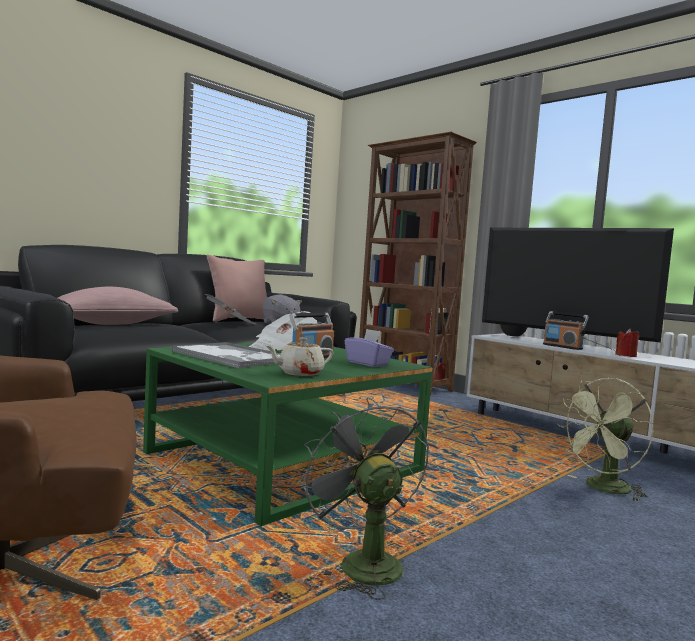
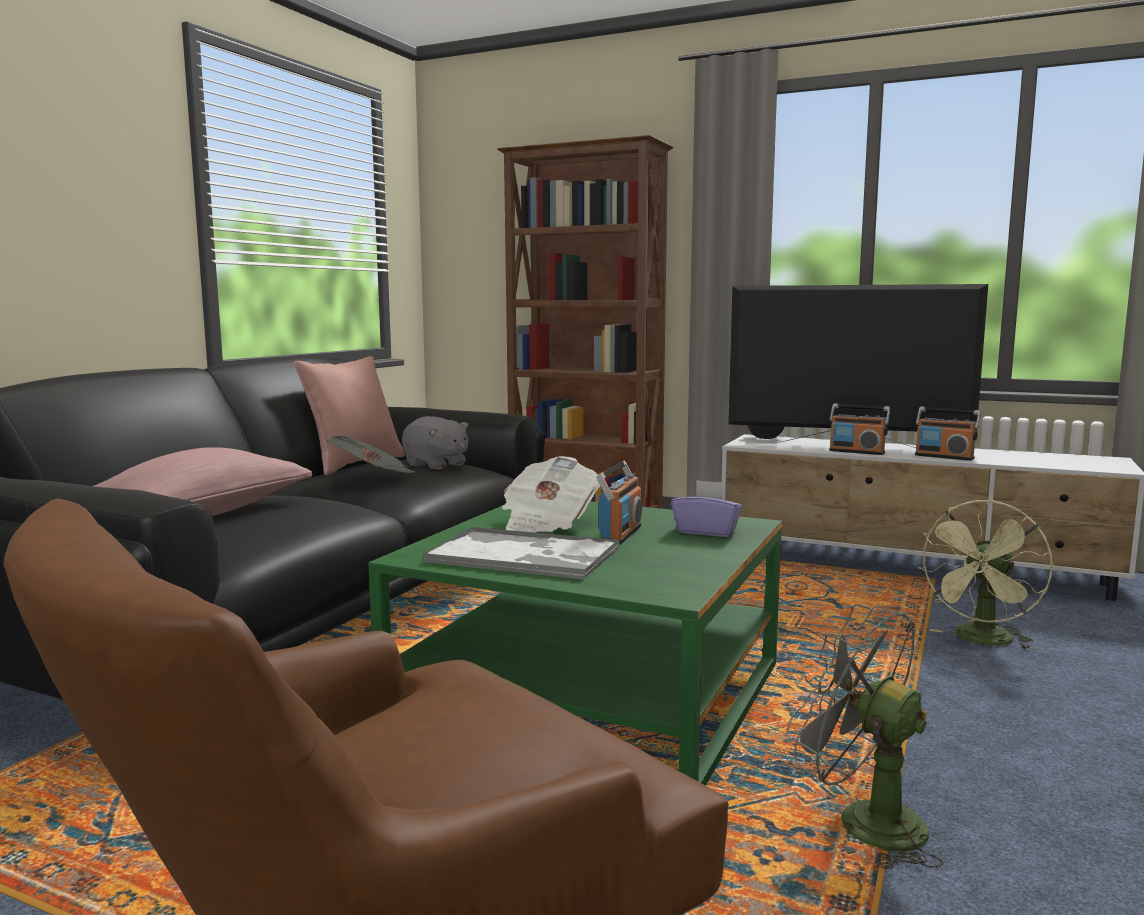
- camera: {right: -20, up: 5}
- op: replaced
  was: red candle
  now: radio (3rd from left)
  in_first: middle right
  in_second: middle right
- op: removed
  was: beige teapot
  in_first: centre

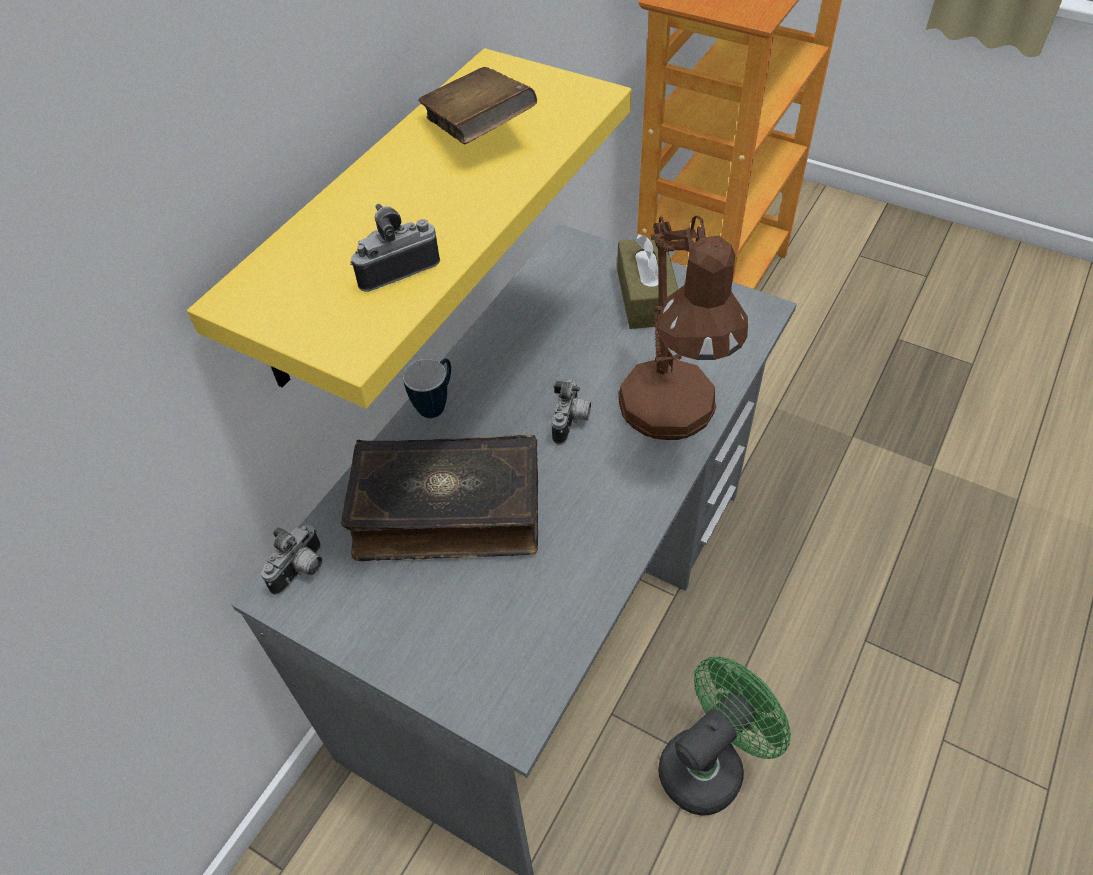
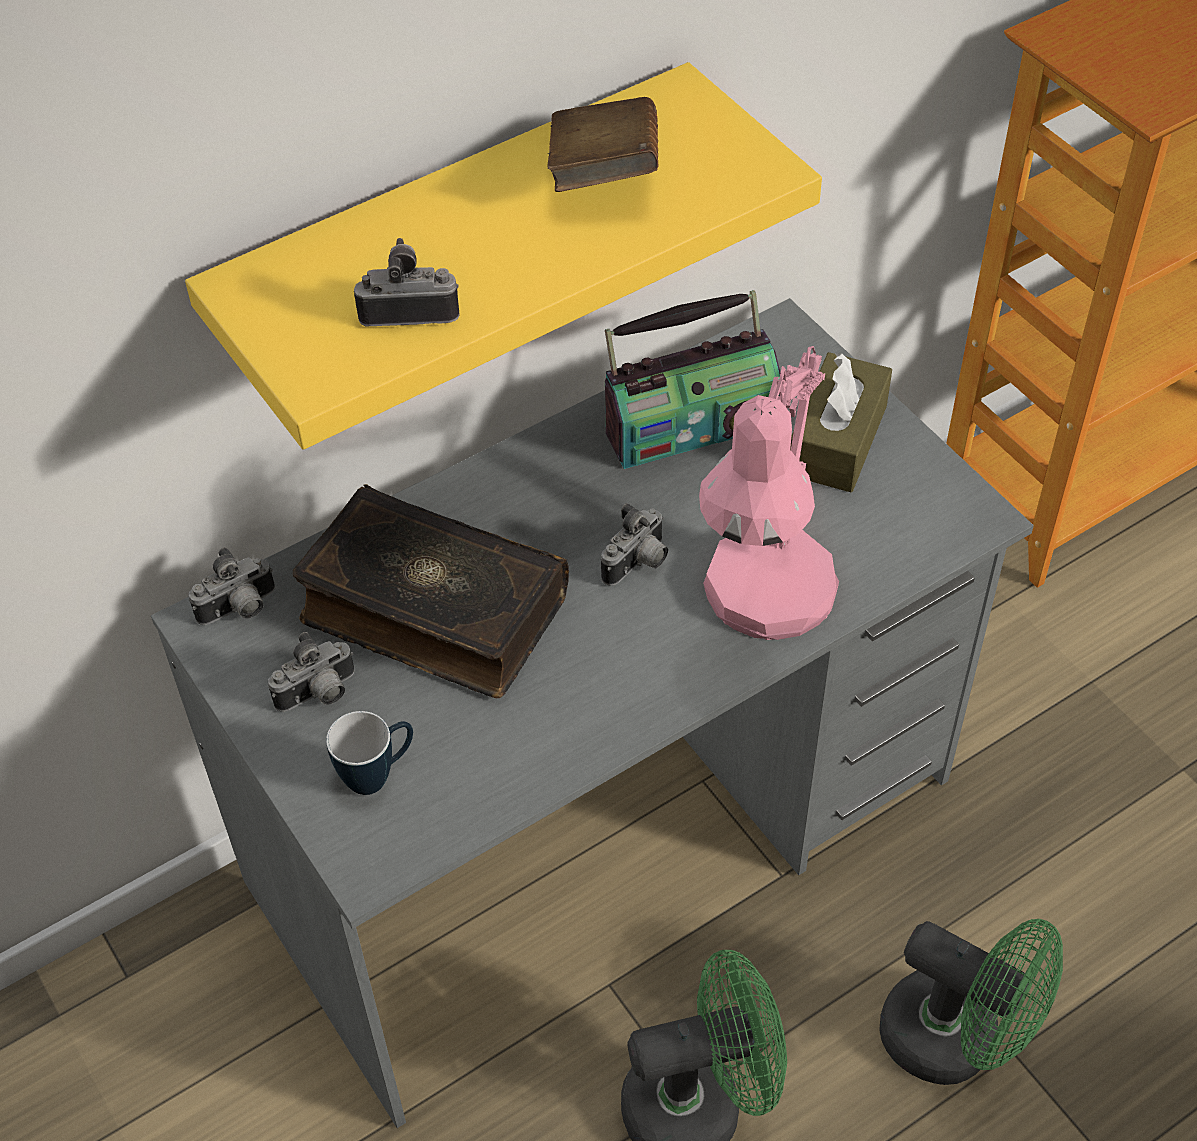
- camera: {right: 25, up: 0}
- op: recoloured
  was: brown table lamp
  now: pink table lamp
  in_first: centre
  in_second: centre
- op: moved
  was: mug
  in_first: centre
  in_second: middle left
- op: added
  now: radio
  in_second: top centre
- op: added
  now: photo camera (2nd from left)
  in_second: middle left
- op: added
  now: green fan (2nd from left)
  in_second: bottom right

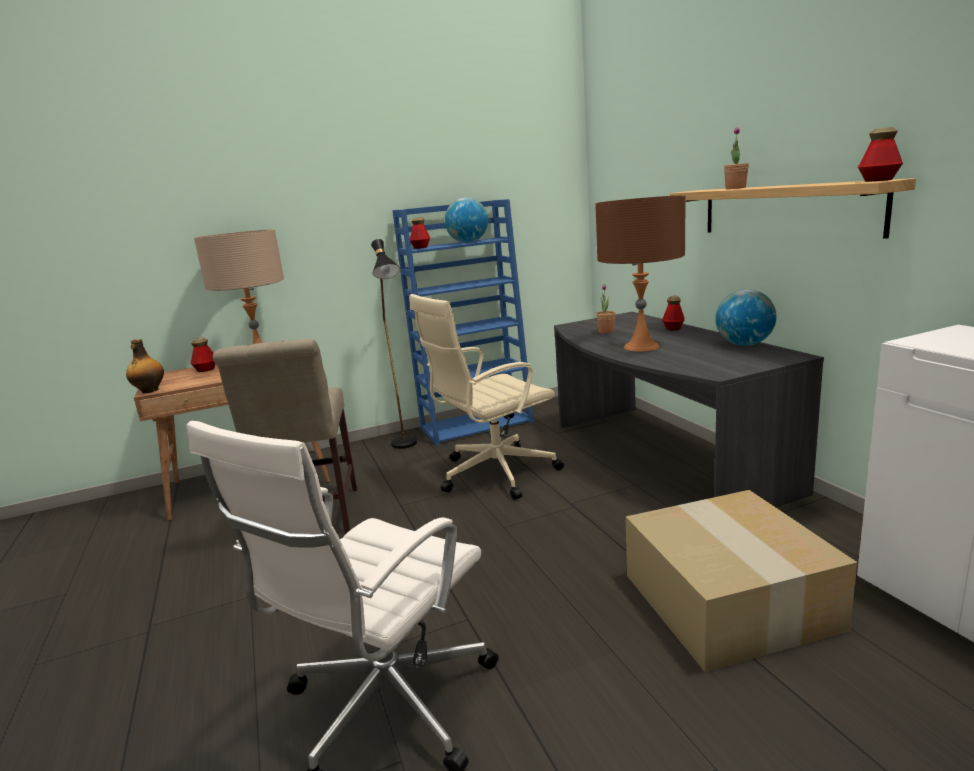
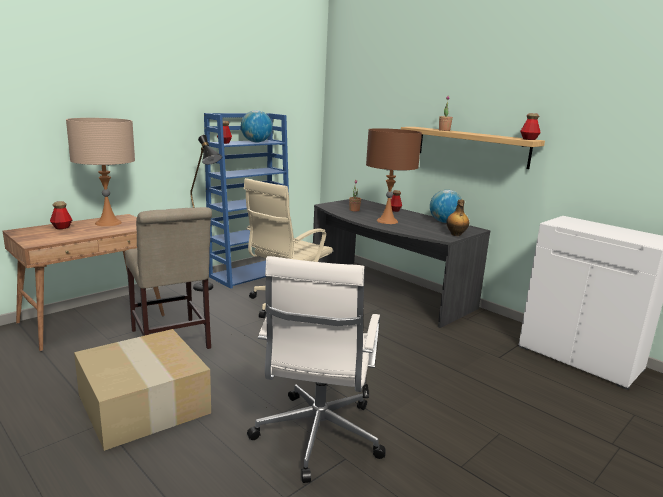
- camera: {right: -25, up: 0}
- op: moved
  was: bottle (1st from left in the first image)
  now: bottle (4th from left)
  in_first: middle left
  in_second: middle right
- op: moved
  was: cardboard box
  in_first: bottom right
  in_second: bottom left

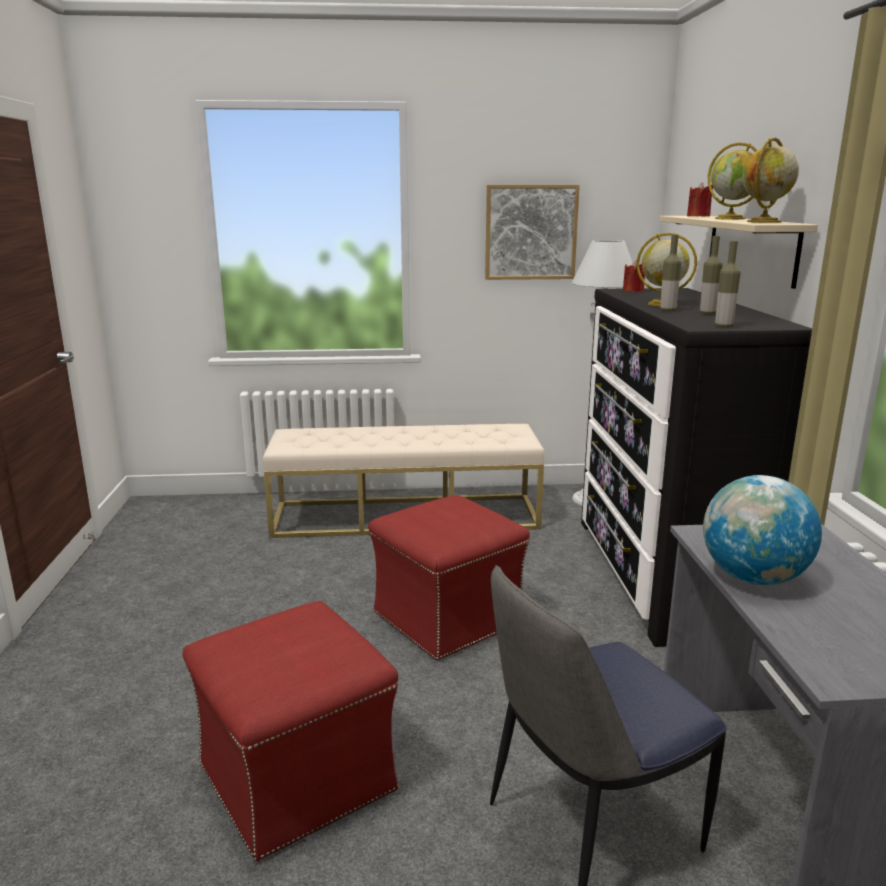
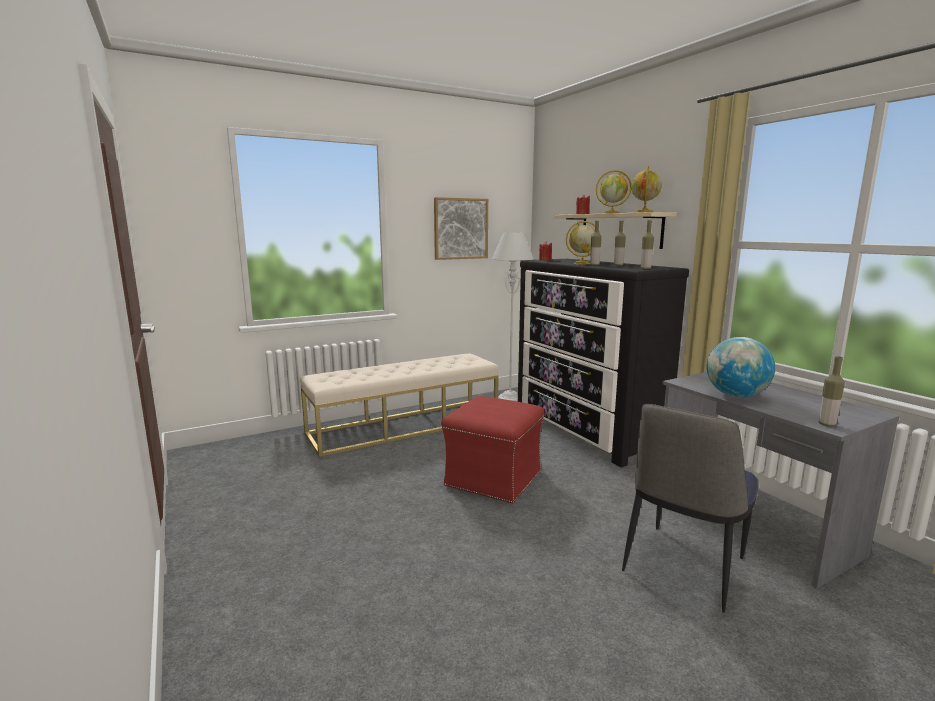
- camera: {right: -25, up: -5}
- op: removed
  was: red ottoman (1st from left)
  in_first: bottom left
- op: added
  now: bottle (4th from left)
  in_second: middle right

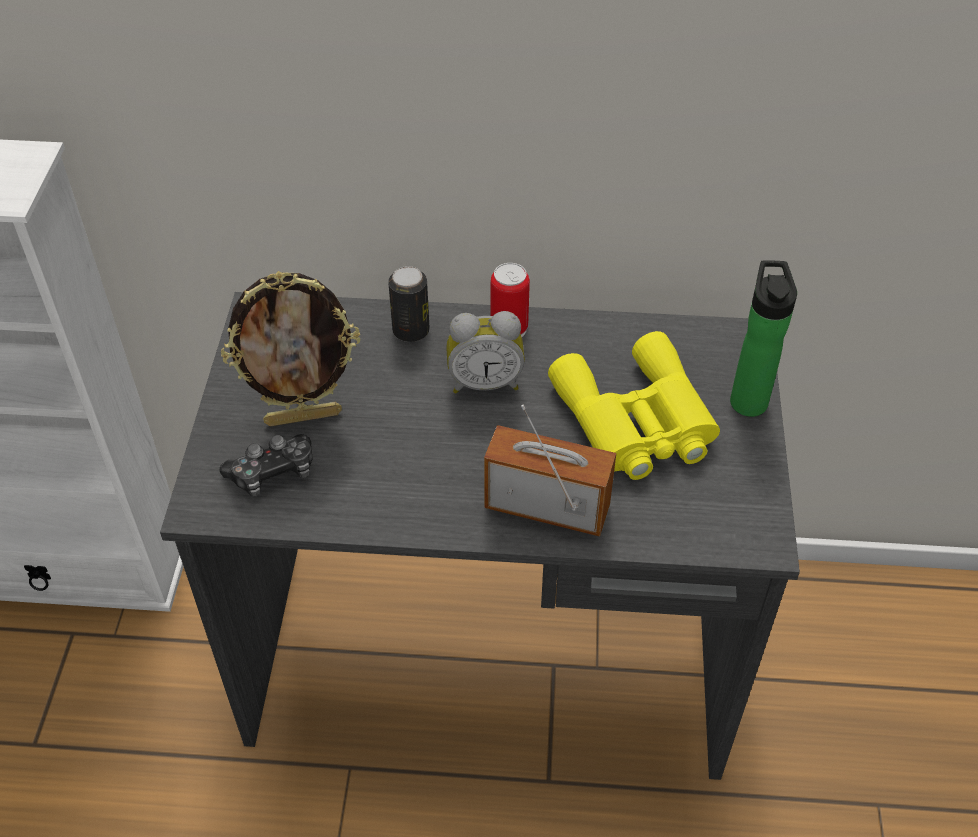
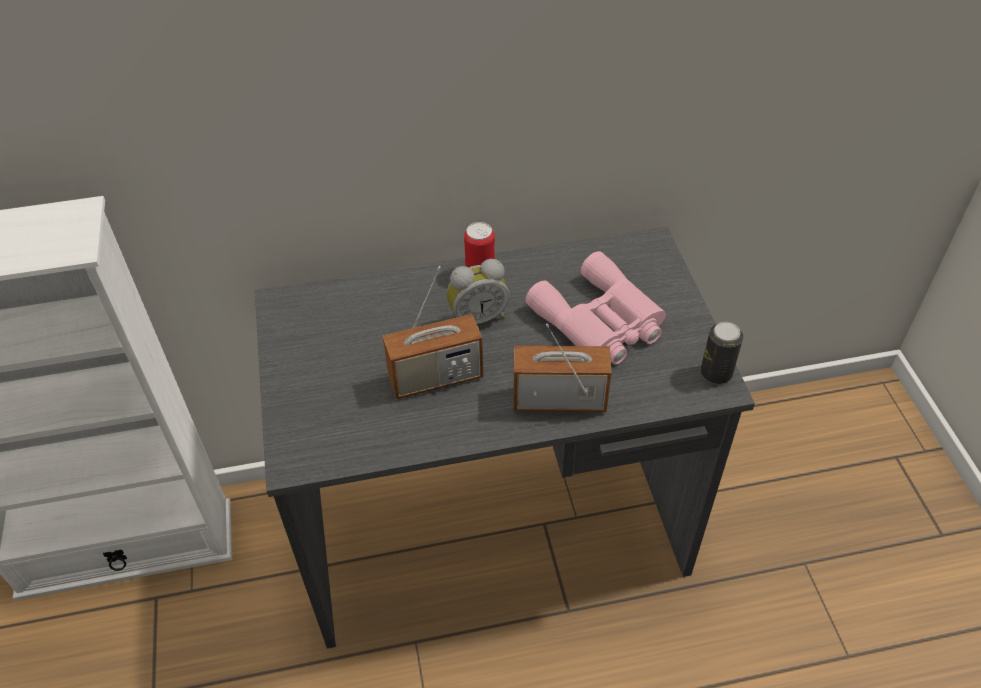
- camera: {right: -15, up: 0}
- op: removed
  was: bottle
  in_first: middle right
- op: moved
  was: can (1st from left in the first image)
  now: can (2nd from left)
  in_first: centre
  in_second: middle right
- op: removed
  was: picture frame
  in_first: middle left
- op: recoloured
  was: yellow binoculars
  now: pink binoculars
  in_first: centre
  in_second: centre
- op: removed
  was: game controller
  in_first: middle left
- op: added
  now: radio (1st from left)
  in_second: centre

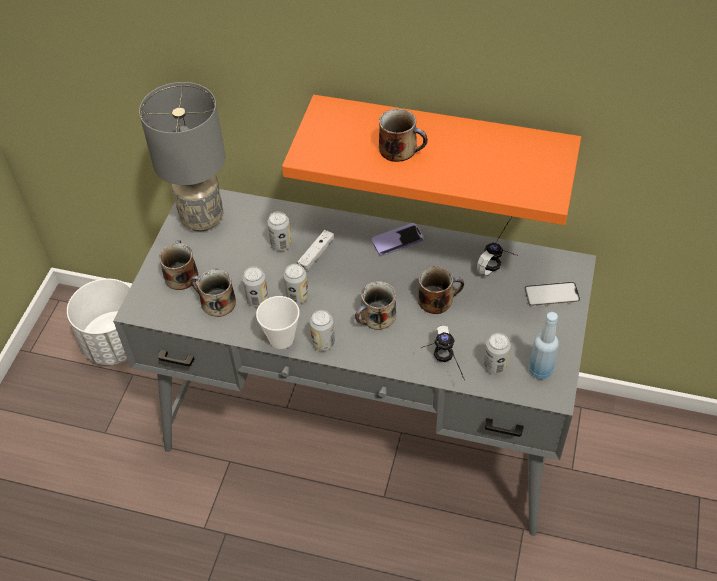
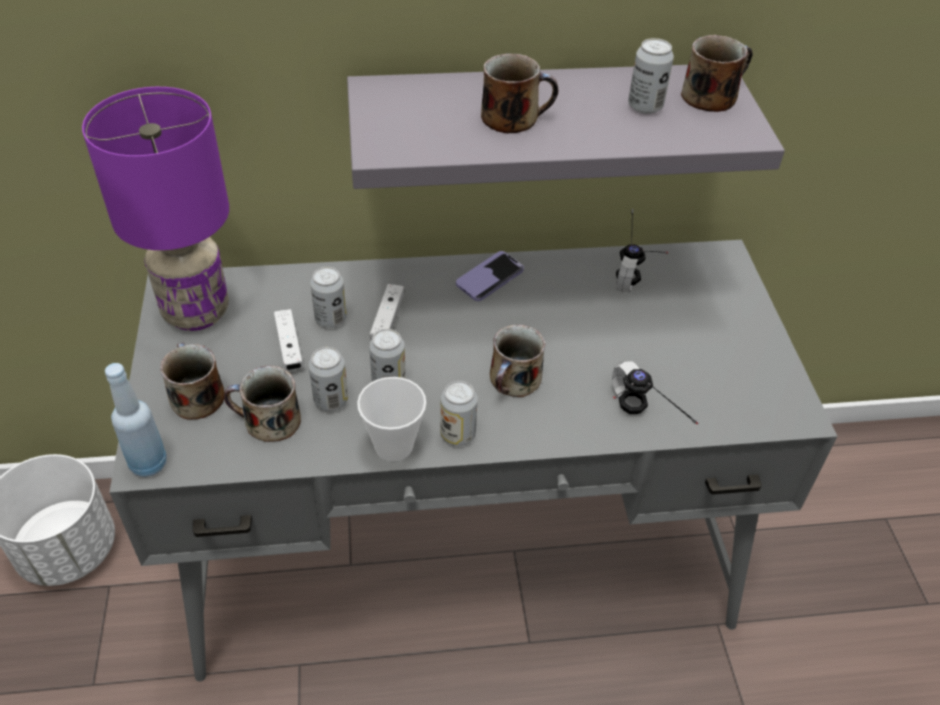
- camera: {right: -25, up: -5}
- op: recoloured
  was: grey table lamp
  now: purple table lamp
  in_first: top left
  in_second: top left
- op: recoloured
  was: orange shelf
  now: grey shelf
  in_first: top centre
  in_second: top centre
- op: moved
  was: mug (5th from left)
  in_first: centre
  in_second: top right
- op: removed
  was: phone (2nd from left)
  in_first: middle right
- op: moved
  was: blue bottle
  in_first: middle right
  in_second: middle left
- op: moved
  was: can (5th from left)
  in_first: middle right
  in_second: top right
- op: added
  now: white game controller (1st from left)
  in_second: middle left

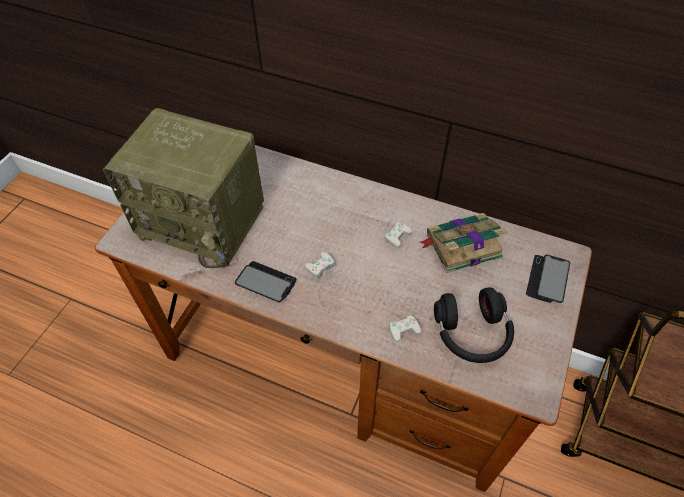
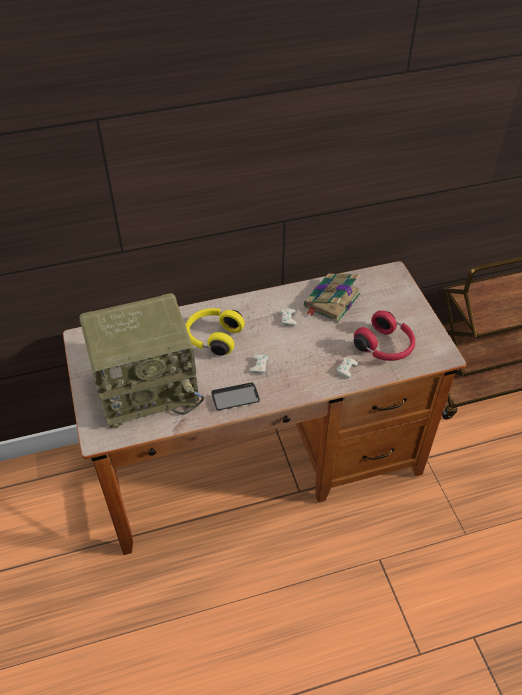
- camera: {right: -40, up: -5}
- op: removed
  was: phone (2nd from left)
  in_first: middle right
- op: recoloured
  was: black headphones
  now: red headphones
  in_first: middle right
  in_second: middle right
- op: added
  now: yellow headphones
  in_second: centre

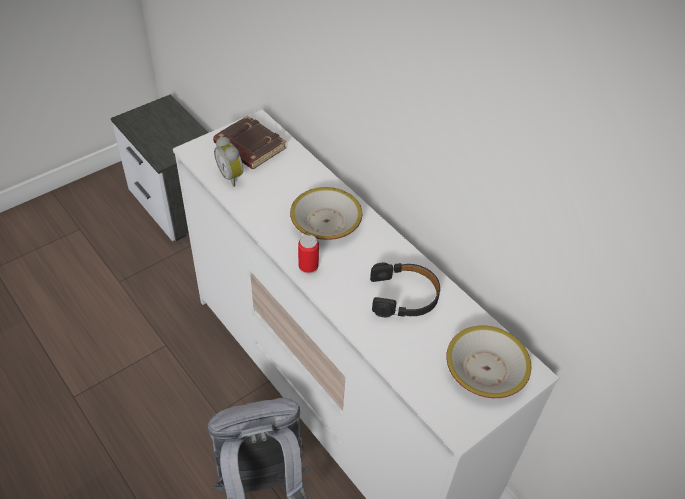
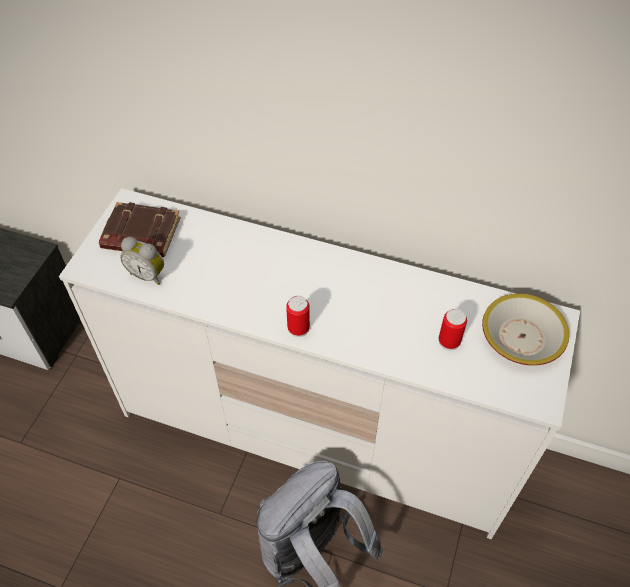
- camera: {right: -30, up: 5}
- op: removed
  was: bowl (1st from left)
  in_first: centre
- op: removed
  was: black headphones
  in_first: centre
- op: added
  now: can (2nd from left)
  in_second: middle right

